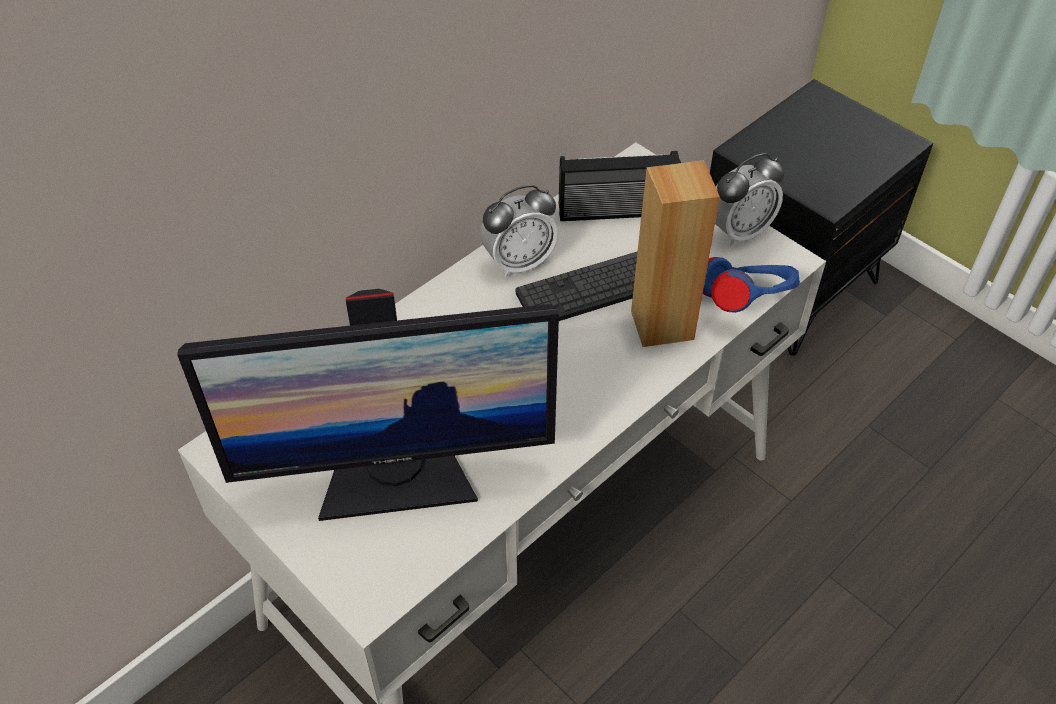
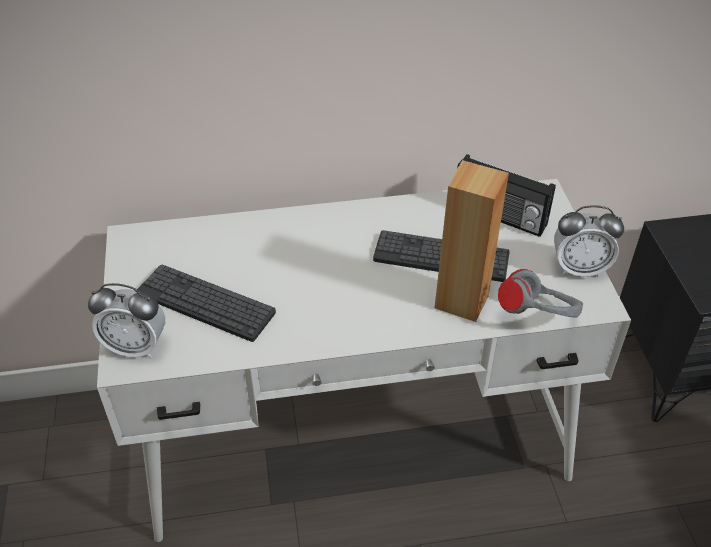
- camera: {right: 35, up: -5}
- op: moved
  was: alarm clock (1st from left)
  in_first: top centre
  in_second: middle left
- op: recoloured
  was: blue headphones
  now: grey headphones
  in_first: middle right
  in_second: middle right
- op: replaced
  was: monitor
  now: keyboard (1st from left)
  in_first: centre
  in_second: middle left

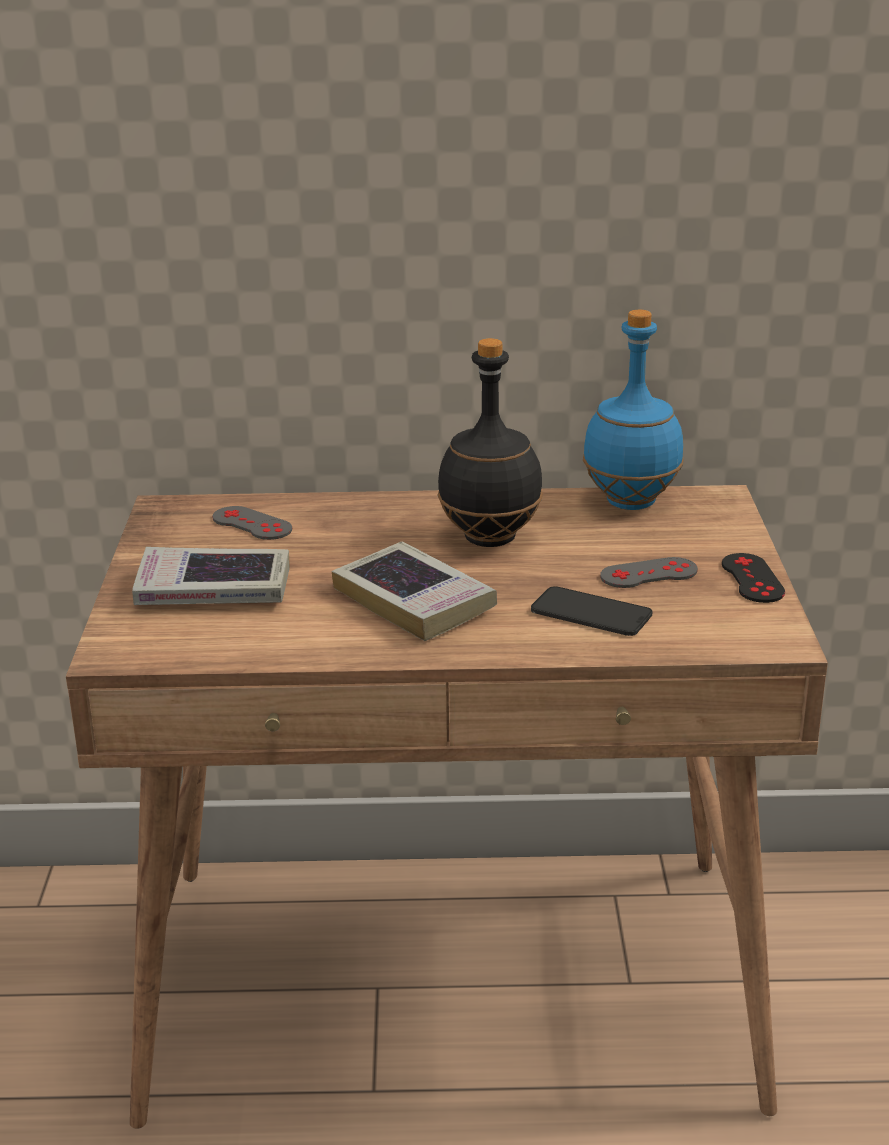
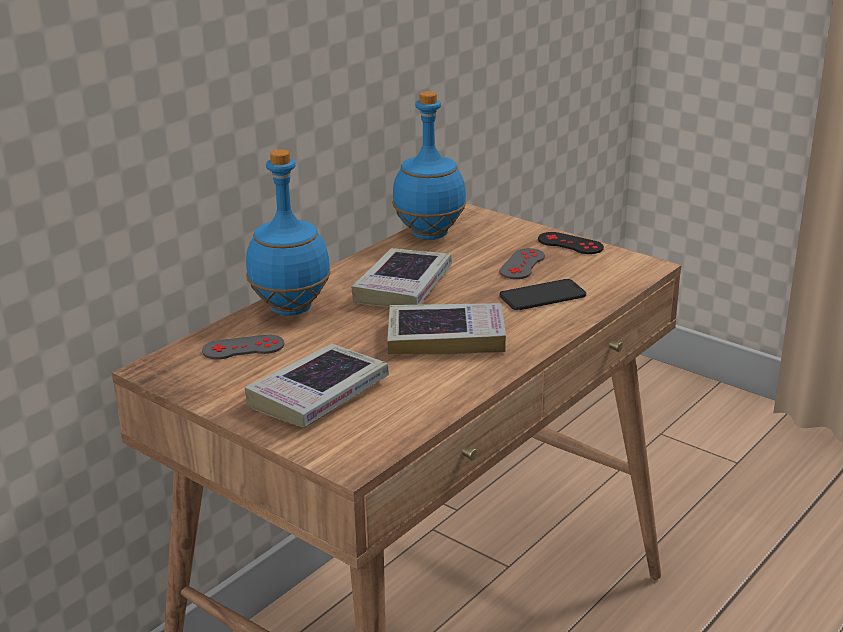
- camera: {right: -50, up: 0}
- op: replaced
  was: black bottle
  now: book (2nd from left)
  in_first: centre
  in_second: centre
- op: added
  now: blue bottle (1st from left)
  in_second: centre

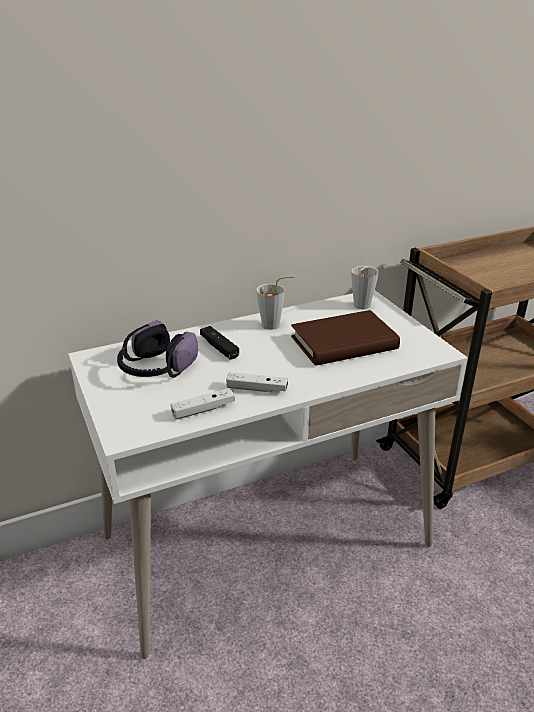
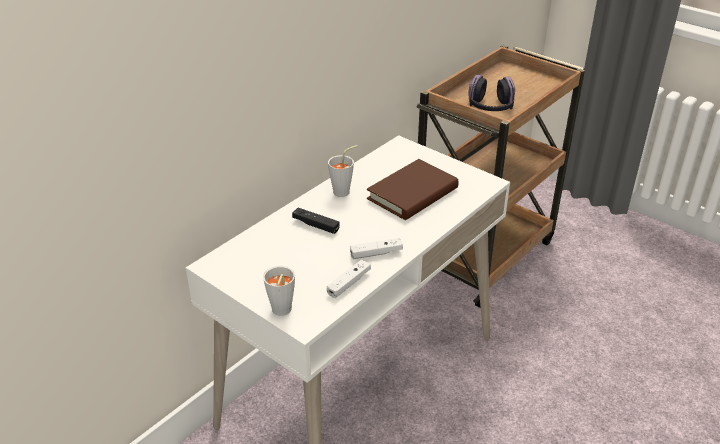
- camera: {right: -25, up: 5}
- op: moved
  was: grey cup (2nd from left in the first image)
  now: grey cup (1st from left)
  in_first: middle right
  in_second: centre
- op: moved
  was: headphones
  in_first: middle left
  in_second: top right

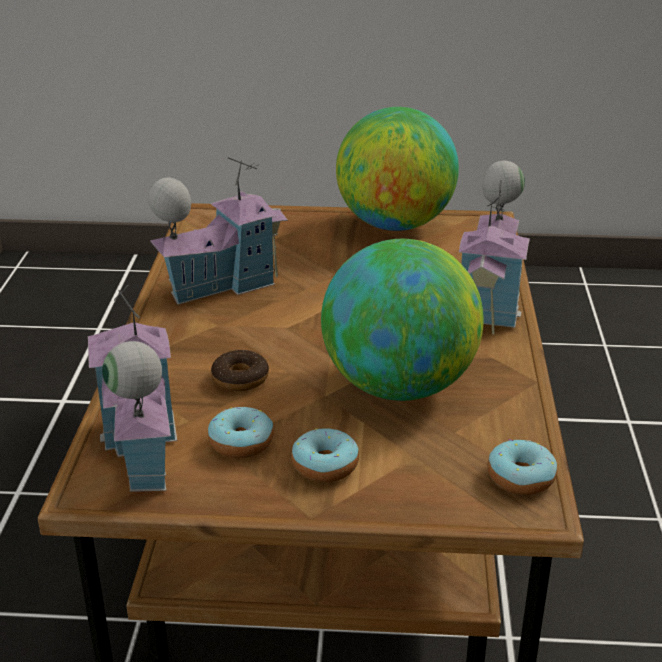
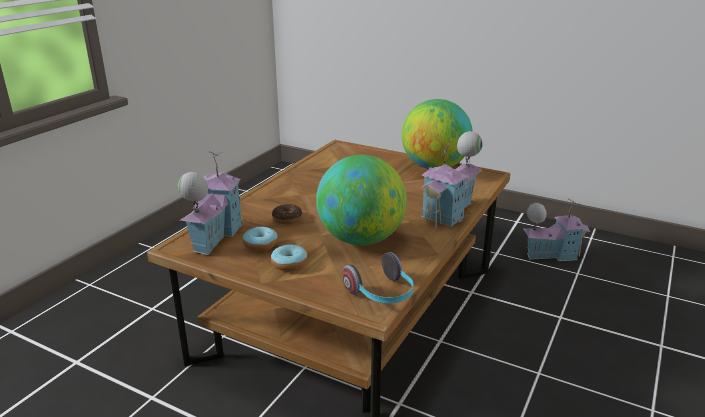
- camera: {right: 25, up: -5}
- op: moved
  was: toy house (2nd from left in the first image)
  now: toy house (3rd from left)
  in_first: middle left
  in_second: middle right
- op: replaced
  was: donut (4th from left)
  now: headphones
  in_first: bottom right
  in_second: centre

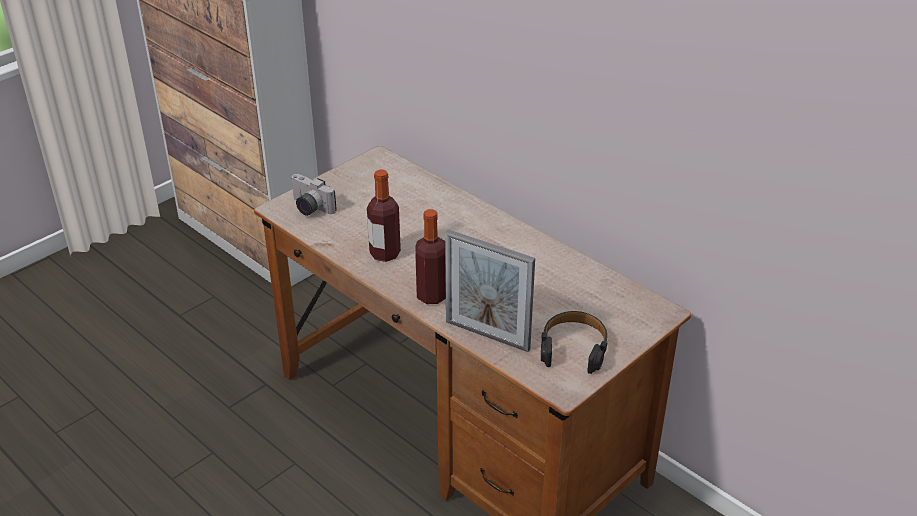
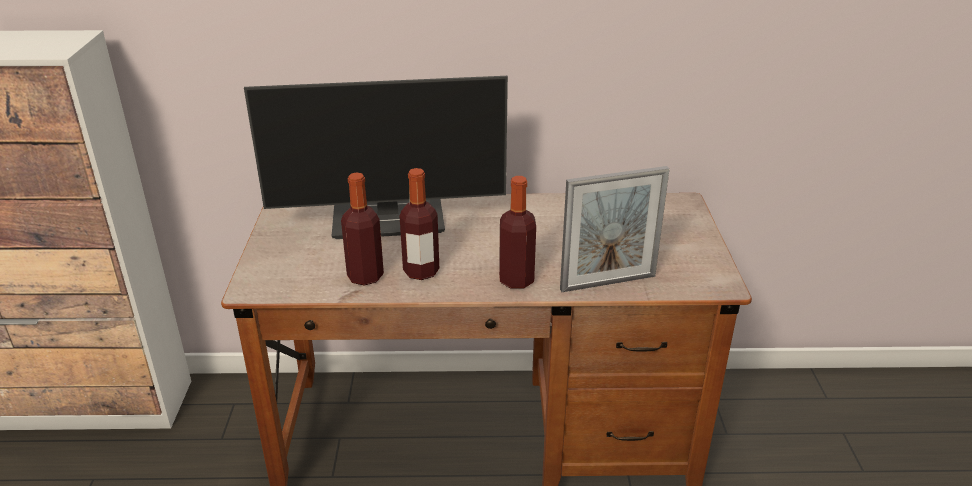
- camera: {right: -45, up: -5}
- op: removed
  was: photo camera
  in_first: centre
- op: removed
  was: black headphones
  in_first: centre
- op: added
  now: monitor
  in_second: top centre
- op: added
  now: bottle (1st from left)
  in_second: centre

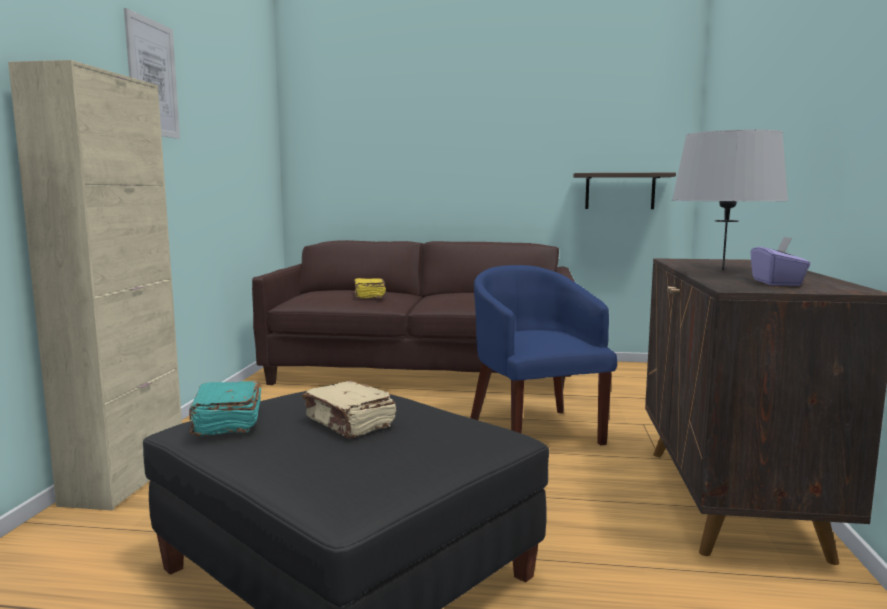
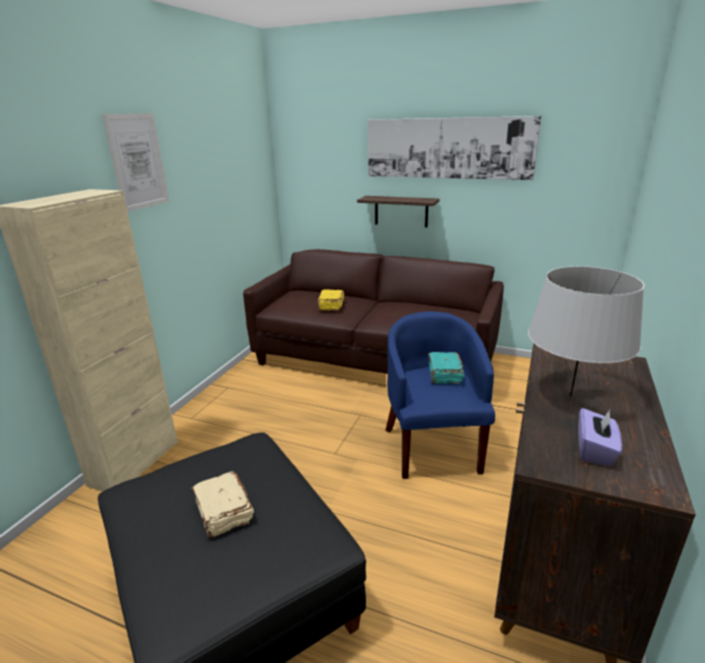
- camera: {right: 15, up: 15}
- op: moved
  was: shelf
  in_first: top right
  in_second: top centre
- op: moved
  was: turquoise book
  in_first: bottom left
  in_second: centre
- op: added
  now: picture (2nd from left)
  in_second: top centre

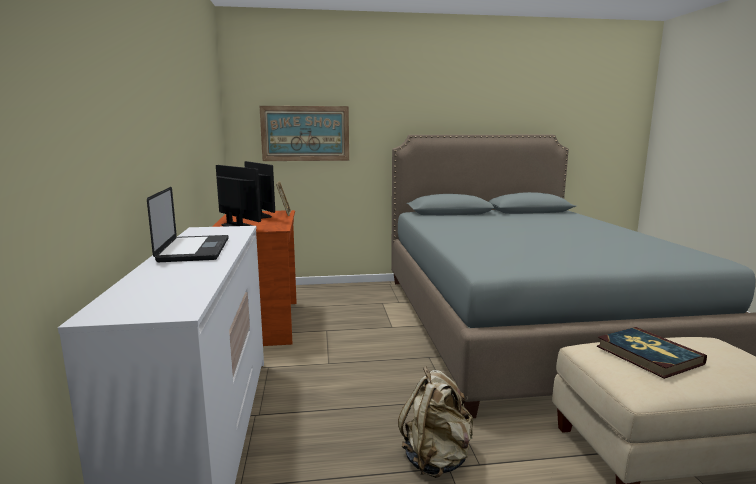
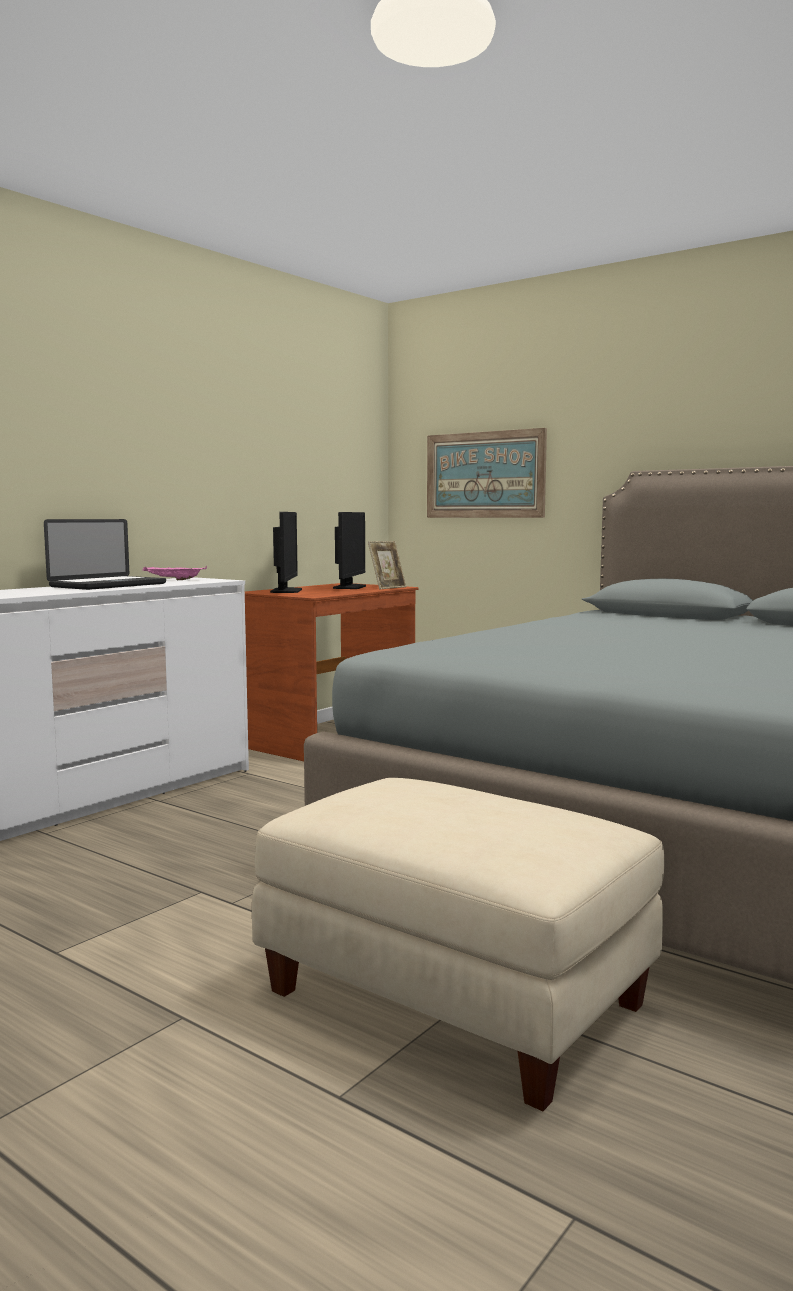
- camera: {right: 45, up: -5}
- op: removed
  was: book
  in_first: bottom right
- op: removed
  was: beige backpack
  in_first: bottom centre
- op: added
  now: pink tray
  in_second: middle left

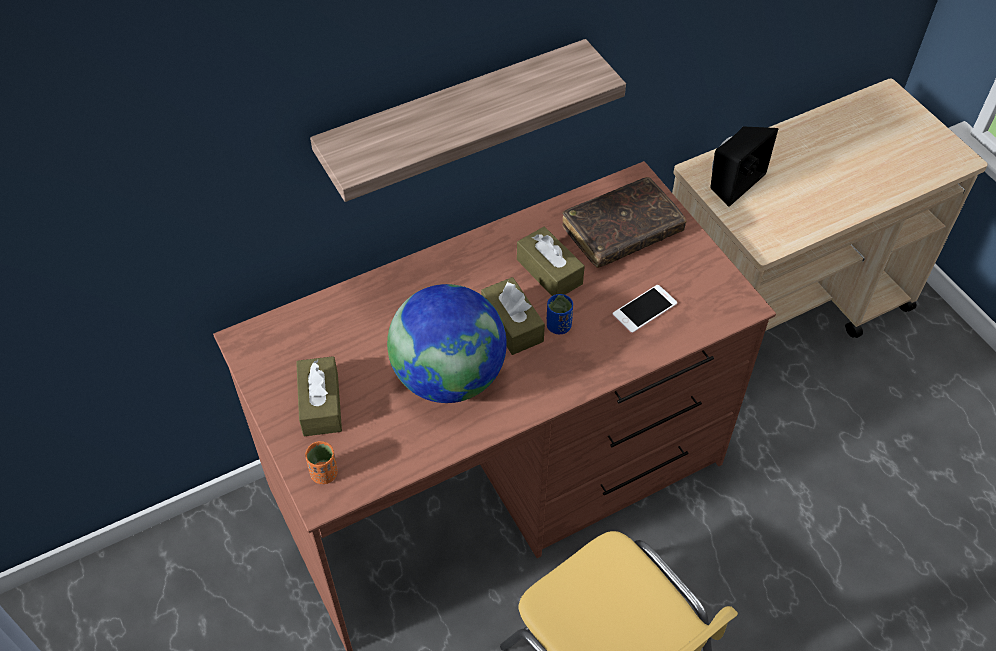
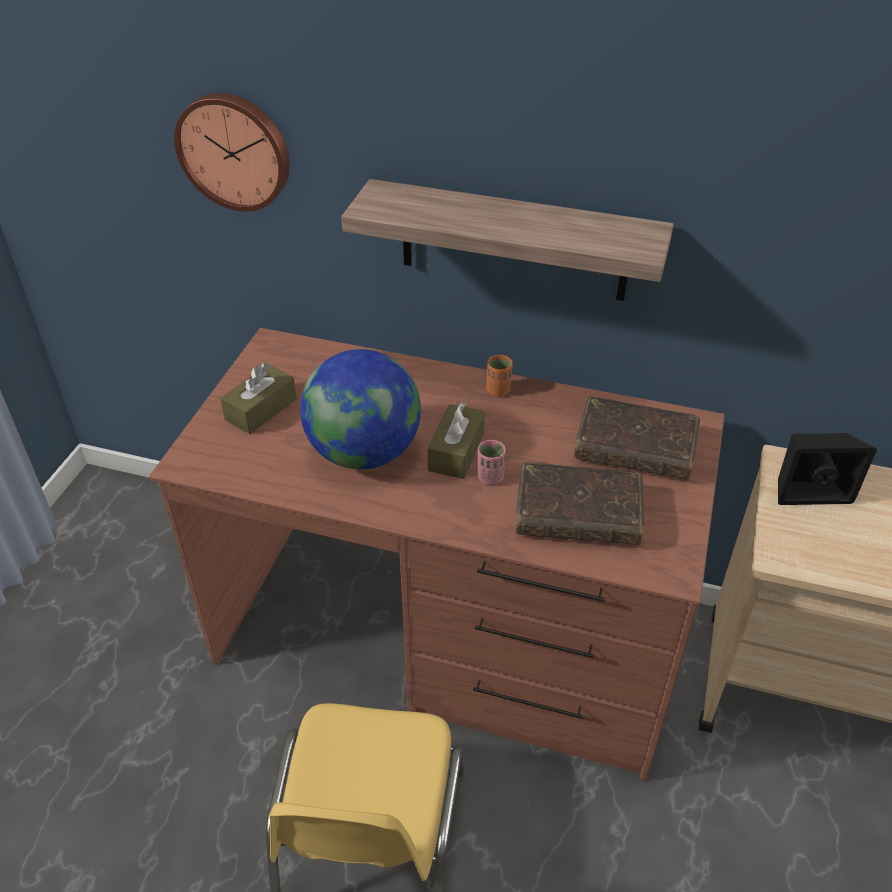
- camera: {right: 45, up: -10}
- op: removed
  was: brown tissue box (3rd from left)
  in_first: centre
- op: replaced
  was: phone
  now: brown book (1st from left)
  in_first: centre
  in_second: centre
- op: recoloured
  was: blue cup
  now: pink cup
  in_first: centre
  in_second: centre
- op: moved
  was: orange cup
  in_first: bottom left
  in_second: centre
- op: added
  now: wall clock
  in_second: top left

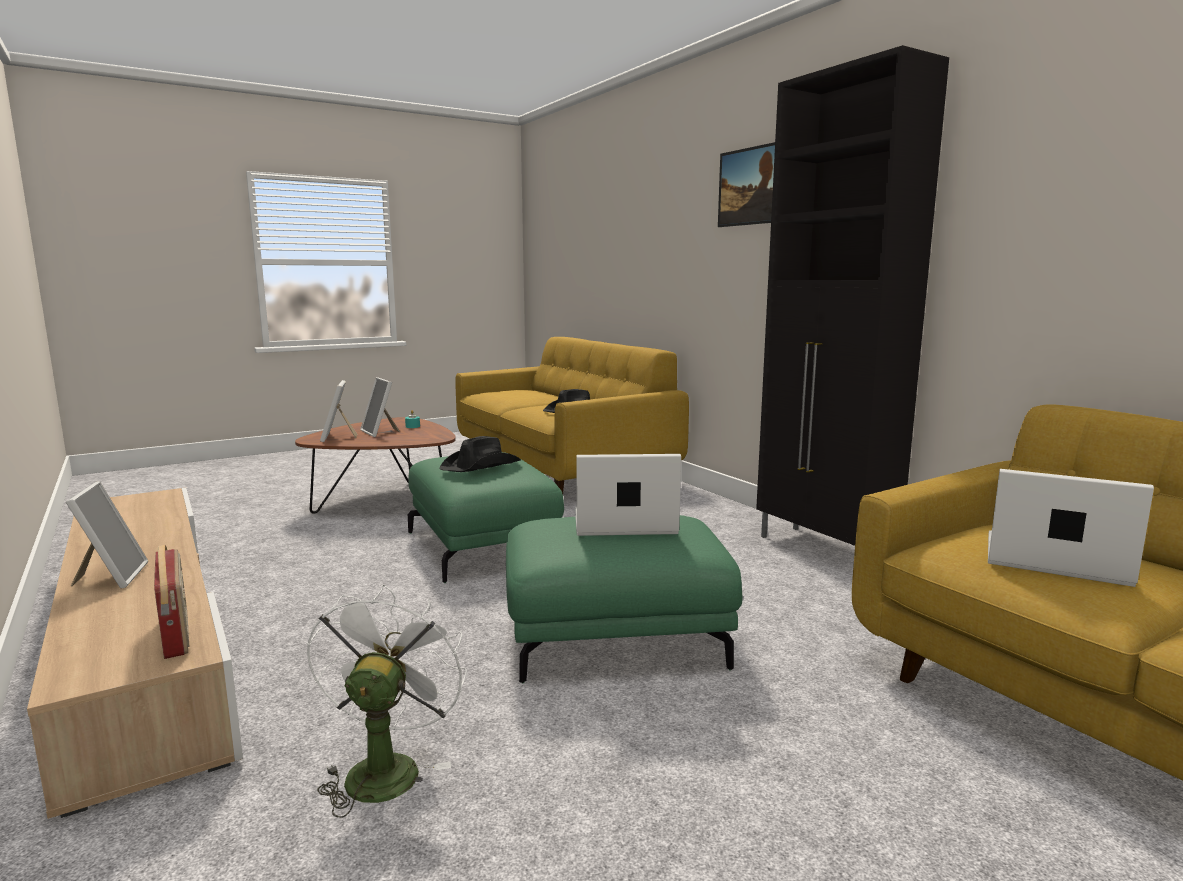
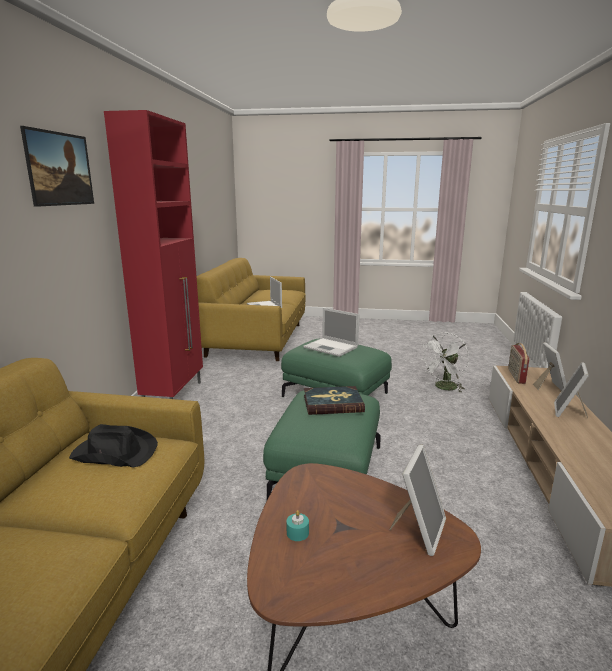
- camera: {right: -140, up: 5}
- op: recoloured
  was: black cabinet
  now: red cabinet
  in_first: middle right
  in_second: middle left
- op: moved
  was: picture frame (3rd from left in the first image)
  now: picture frame (2nd from left)
  in_first: middle left
  in_second: middle right
- op: replaced
  was: black hat (1st from left)
  now: book
  in_first: centre
  in_second: centre

